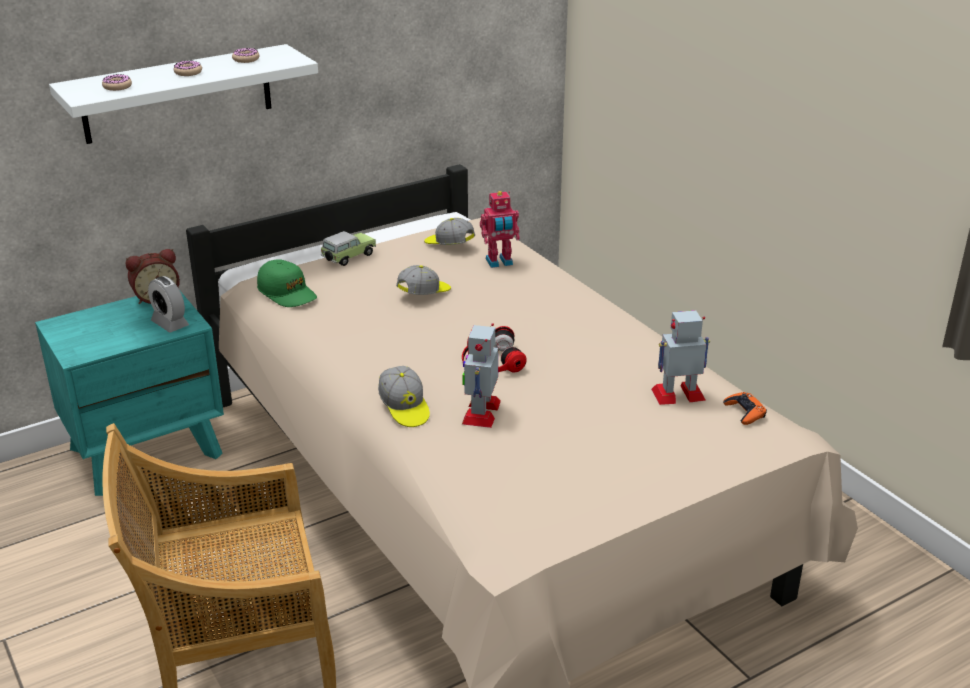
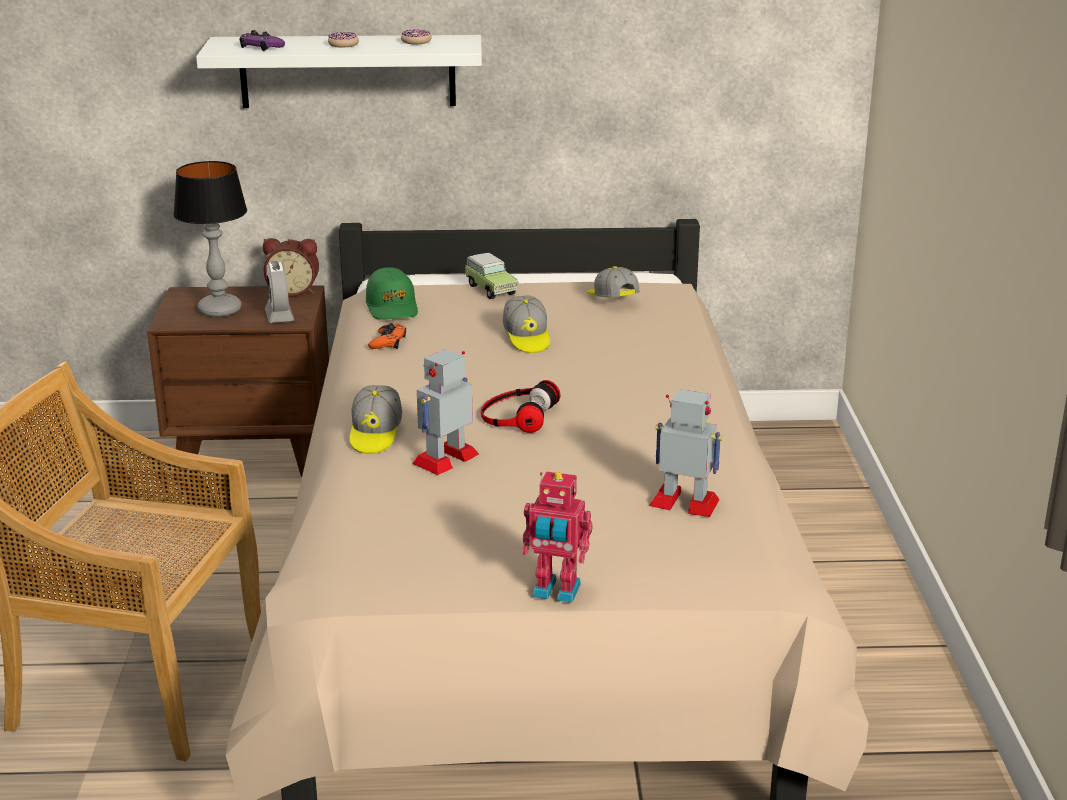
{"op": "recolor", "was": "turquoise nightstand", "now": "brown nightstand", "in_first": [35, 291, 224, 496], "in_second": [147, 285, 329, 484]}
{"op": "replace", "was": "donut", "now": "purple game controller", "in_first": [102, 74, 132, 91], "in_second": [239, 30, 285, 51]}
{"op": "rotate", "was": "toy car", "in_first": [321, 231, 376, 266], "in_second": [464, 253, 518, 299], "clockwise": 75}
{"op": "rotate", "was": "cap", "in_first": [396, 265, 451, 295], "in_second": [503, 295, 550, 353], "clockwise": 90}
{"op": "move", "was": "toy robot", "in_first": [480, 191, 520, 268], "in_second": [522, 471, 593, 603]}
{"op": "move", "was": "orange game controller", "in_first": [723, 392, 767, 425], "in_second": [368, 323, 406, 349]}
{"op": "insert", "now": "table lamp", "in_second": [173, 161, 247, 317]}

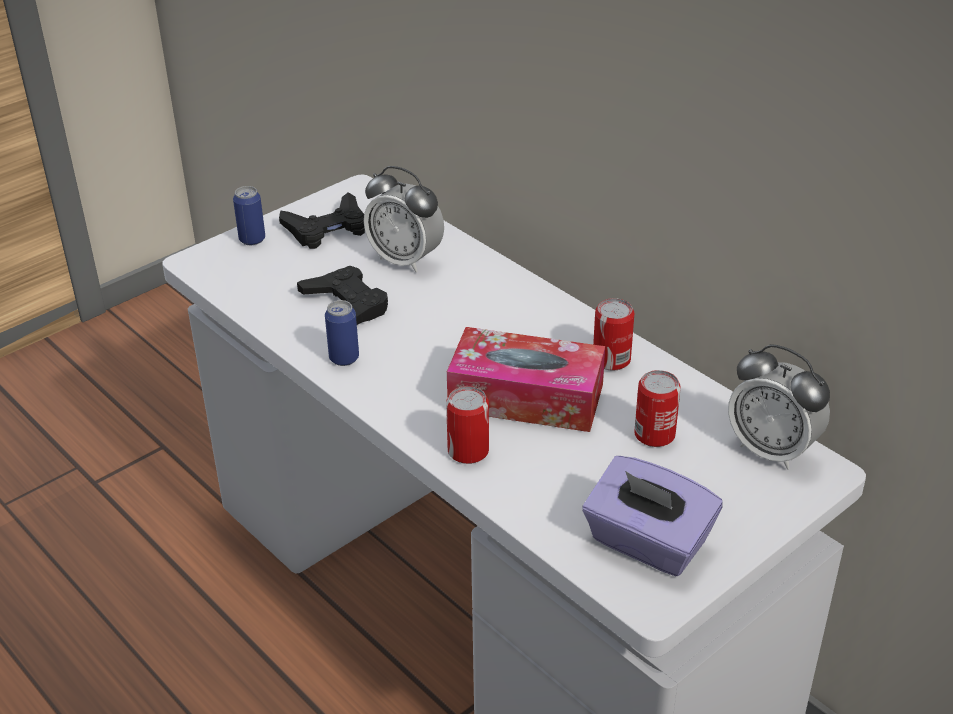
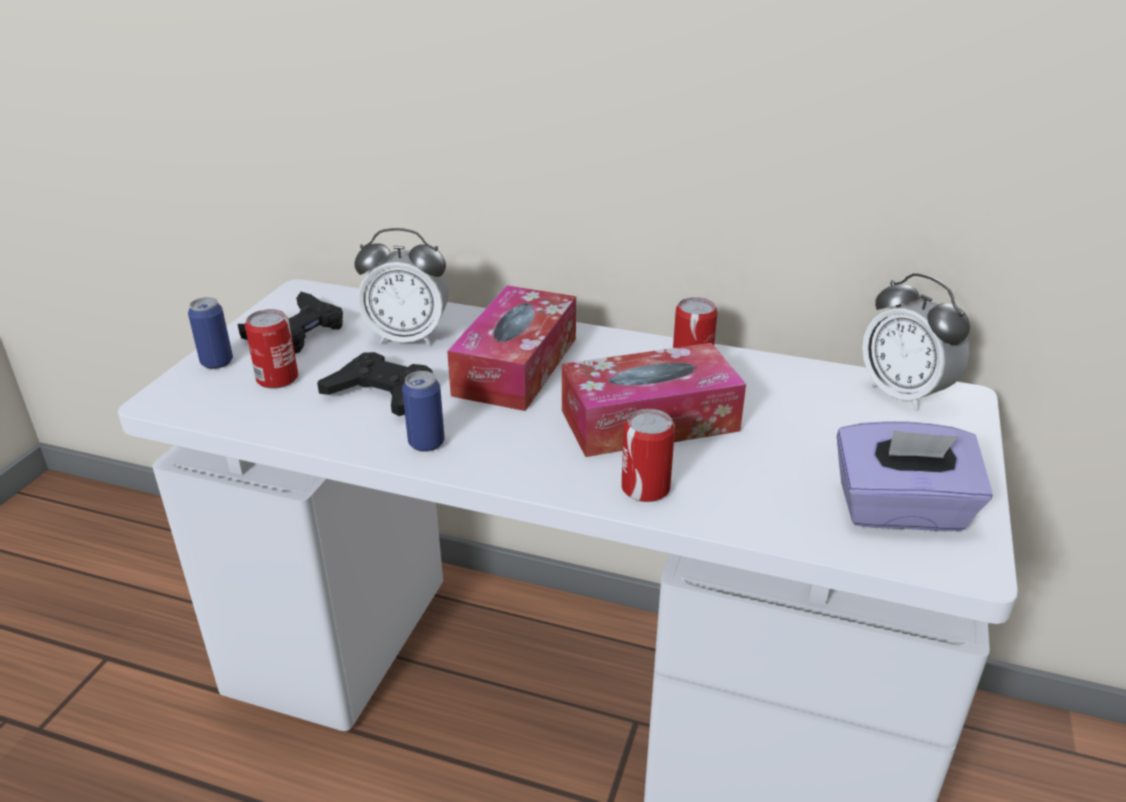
{"op": "move", "was": "can", "in_first": [634, 370, 681, 447], "in_second": [245, 309, 298, 389]}
{"op": "rotate", "was": "alarm clock", "in_first": [728, 344, 830, 470], "in_second": [862, 273, 970, 412], "clockwise": 45}
{"op": "insert", "now": "tissue box", "in_second": [447, 285, 576, 411]}

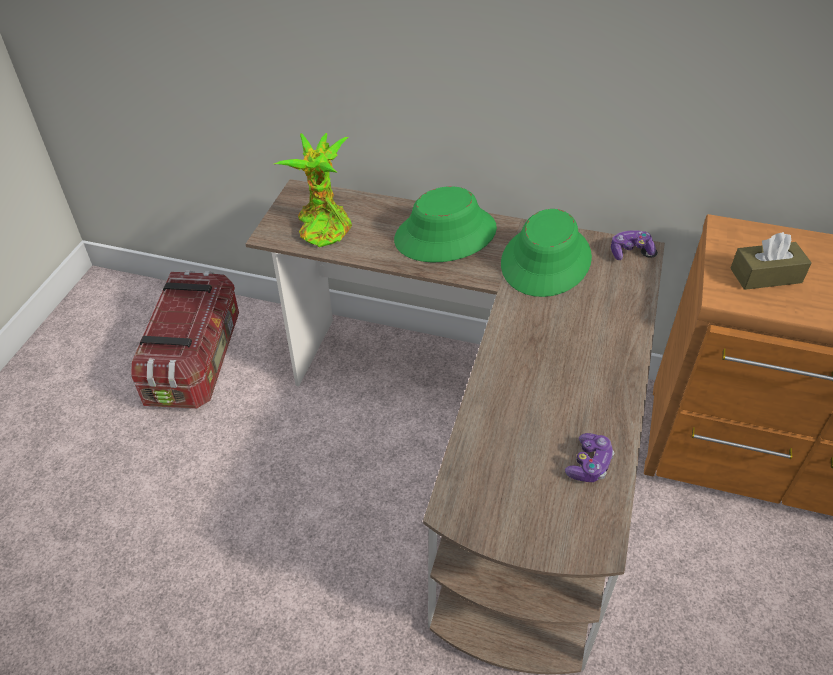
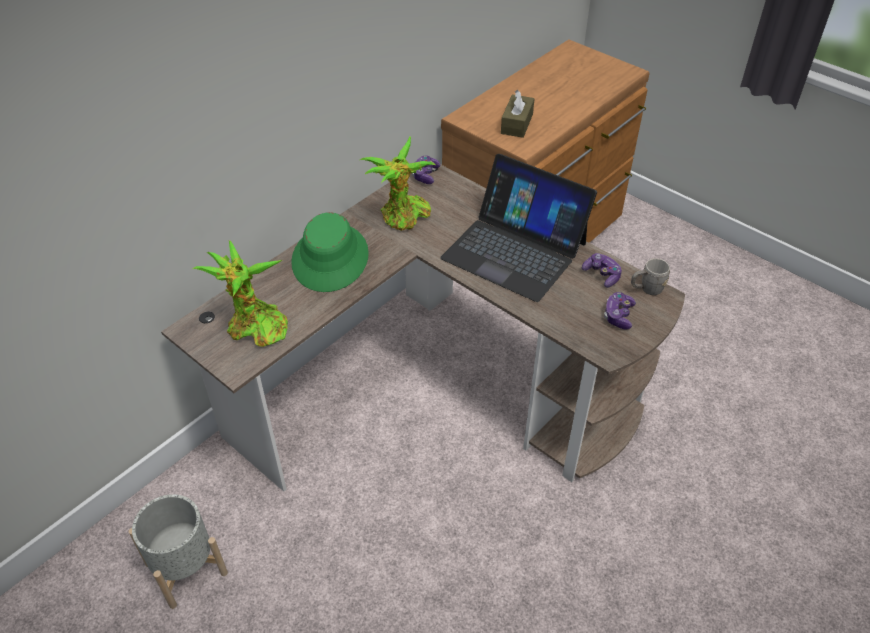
{"op": "replace", "was": "storage box", "now": "grey planter", "in_first": [131, 271, 239, 409], "in_second": [129, 494, 228, 609]}
{"op": "replace", "was": "green hat", "now": "potted plant", "in_first": [501, 209, 592, 297], "in_second": [360, 136, 435, 231]}
{"op": "insert", "now": "laptop", "in_second": [440, 154, 597, 302]}
{"op": "insert", "now": "game controller", "in_second": [604, 292, 636, 330]}
{"op": "insert", "now": "grey mug", "in_second": [631, 258, 670, 295]}

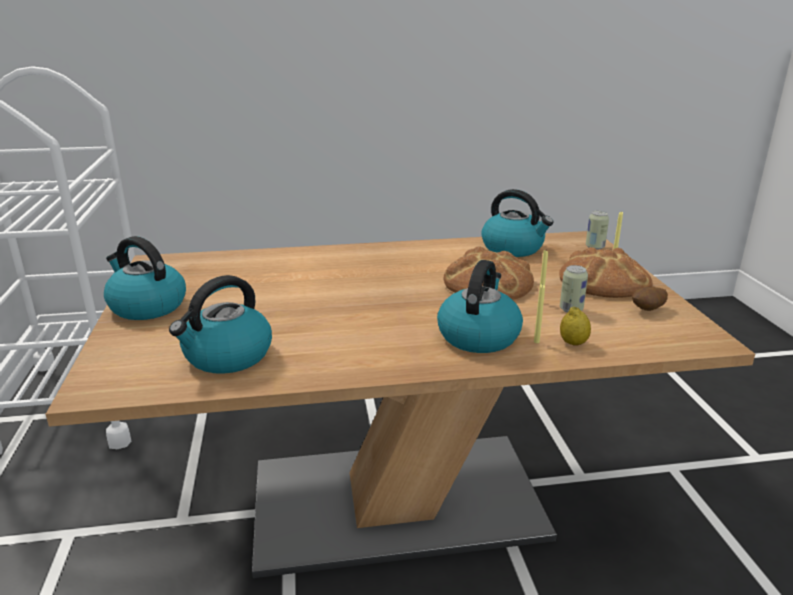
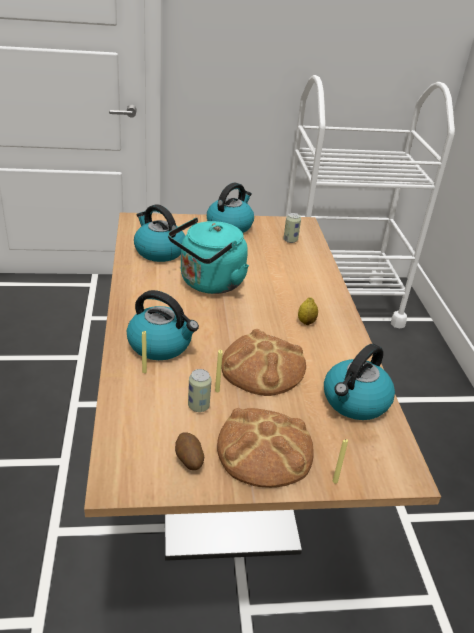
{"op": "move", "was": "lemon", "in_first": [560, 307, 591, 346], "in_second": [298, 297, 318, 325]}
{"op": "move", "was": "can", "in_first": [586, 211, 609, 250], "in_second": [283, 213, 301, 243]}
{"op": "insert", "now": "turquoise kettle", "in_second": [168, 218, 249, 294]}

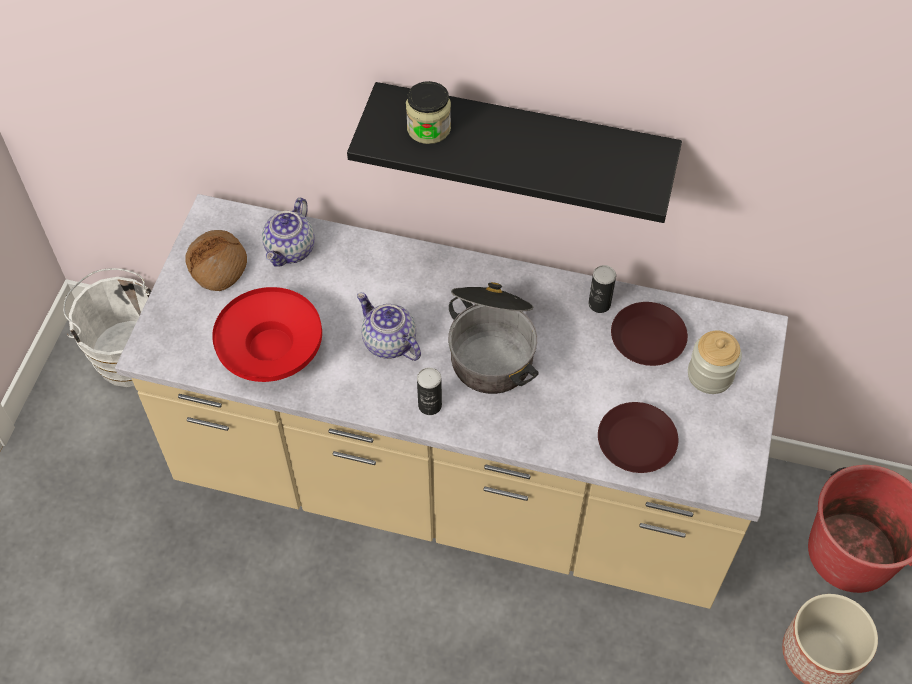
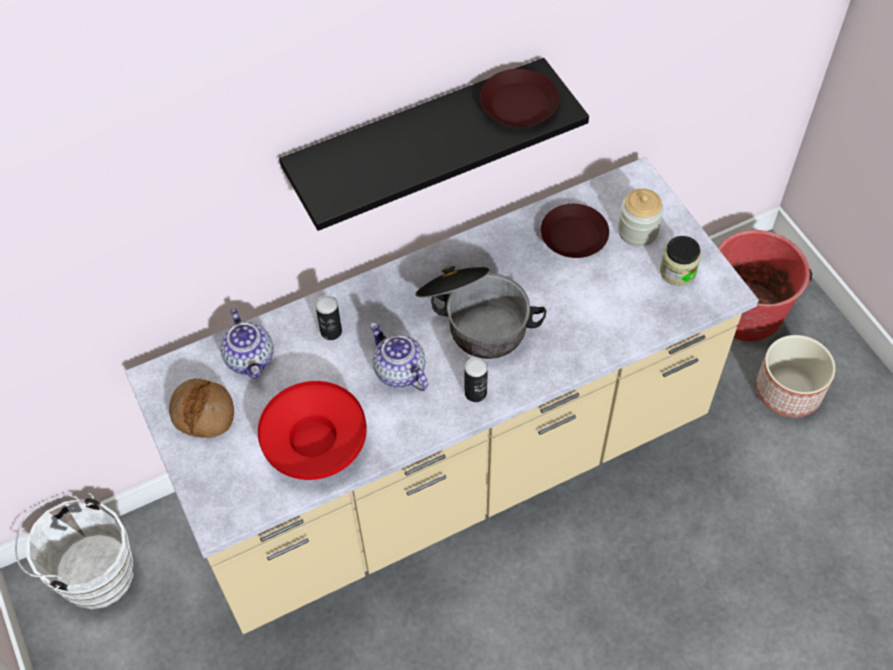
{"op": "rotate", "was": "teapot", "in_first": [357, 292, 421, 361], "in_second": [370, 323, 428, 391], "clockwise": 45}
{"op": "move", "was": "jar", "in_first": [406, 81, 451, 144], "in_second": [660, 236, 701, 286]}
{"op": "move", "was": "can", "in_first": [589, 265, 616, 313], "in_second": [315, 295, 342, 340]}
{"op": "move", "was": "brown plate", "in_first": [598, 402, 678, 473], "in_second": [480, 69, 559, 127]}

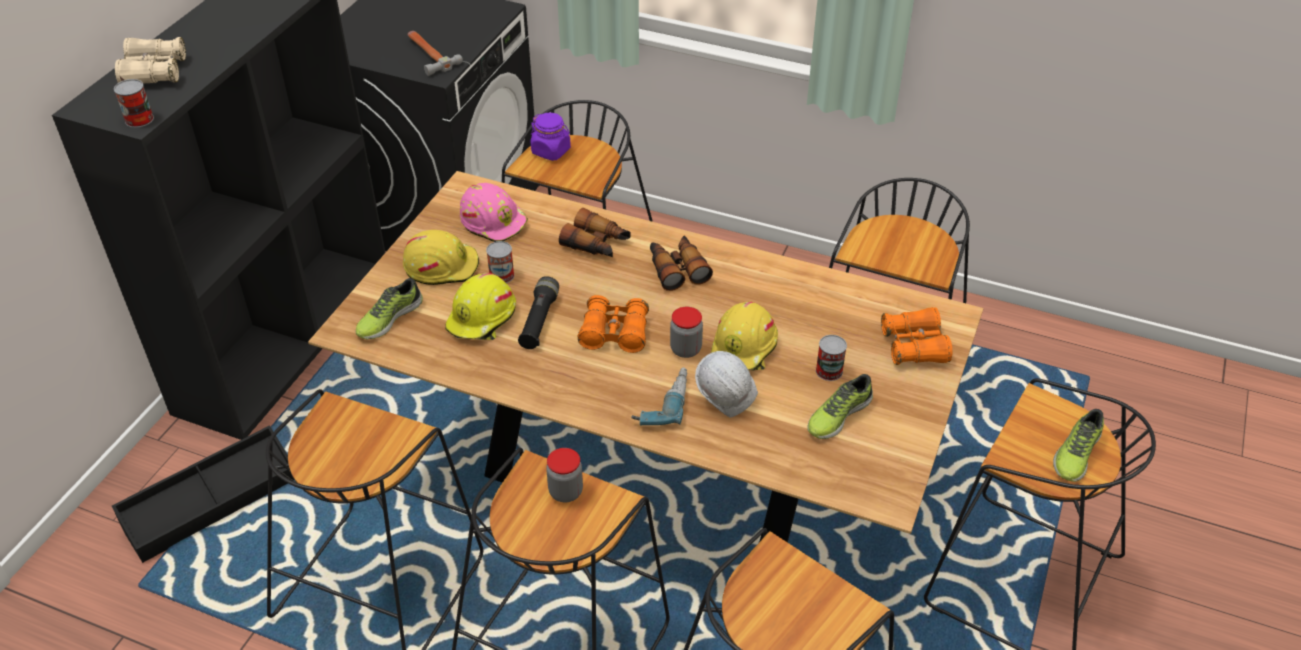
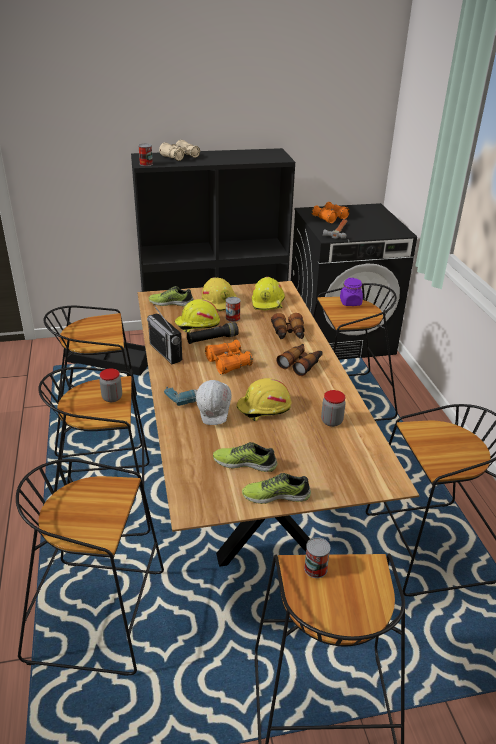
{"op": "recolor", "was": "pink hard hat", "now": "yellow hard hat", "in_first": [460, 183, 528, 242], "in_second": [252, 277, 285, 311]}
{"op": "move", "was": "jar", "in_first": [670, 307, 703, 358], "in_second": [321, 390, 346, 427]}
{"op": "move", "was": "can", "in_first": [816, 335, 847, 381], "in_second": [304, 537, 331, 578]}
{"op": "move", "was": "orange binoculars", "in_first": [881, 307, 952, 365], "in_second": [312, 202, 349, 224]}
{"op": "move", "was": "shoe", "in_first": [1053, 409, 1104, 482], "in_second": [242, 473, 311, 504]}
{"op": "insert", "now": "radio", "in_second": [147, 304, 182, 364]}

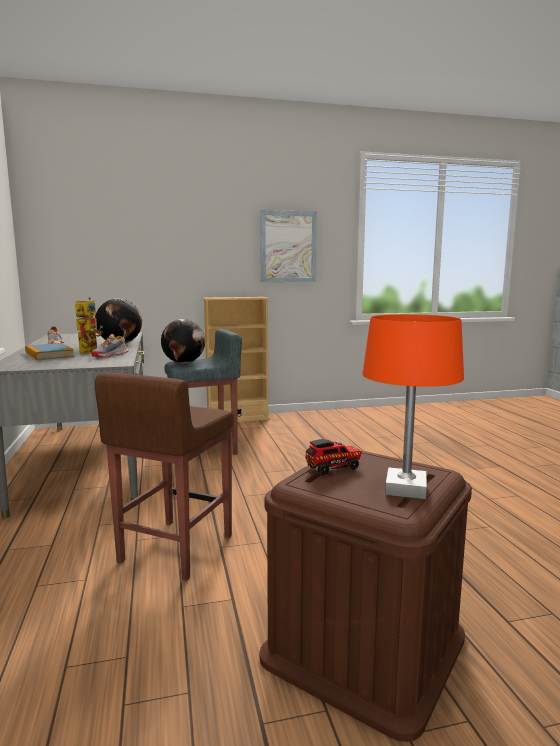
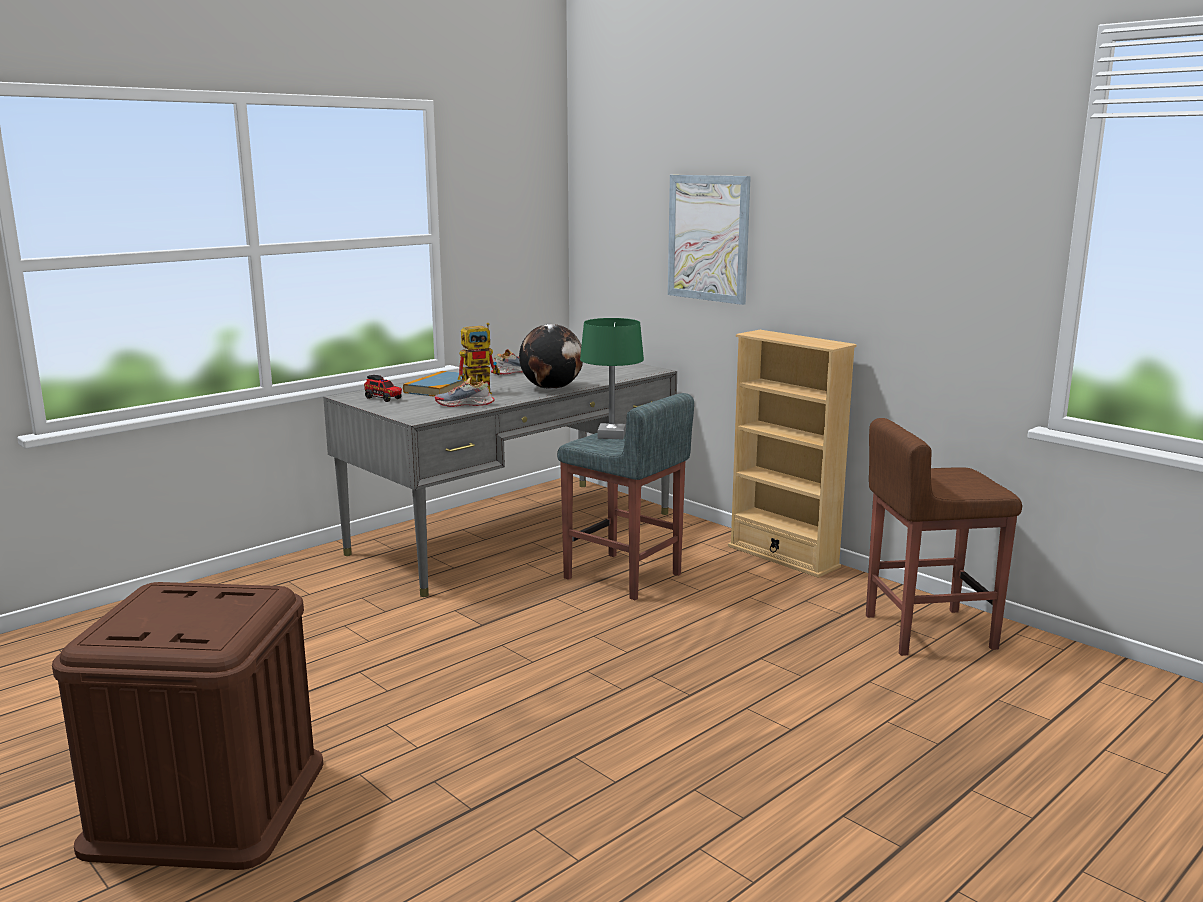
{"op": "move", "was": "brown stool", "in_first": [94, 373, 234, 581], "in_second": [866, 418, 1022, 656]}
{"op": "replace", "was": "globe", "now": "green table lamp", "in_first": [161, 319, 205, 363], "in_second": [580, 318, 644, 439]}
{"op": "move", "was": "picture", "in_first": [260, 210, 317, 282], "in_second": [668, 175, 751, 305]}
{"op": "move", "was": "toy truck", "in_first": [305, 439, 362, 475], "in_second": [364, 375, 402, 402]}
{"op": "delete", "was": "orange table lamp", "in_first": [362, 314, 464, 500]}

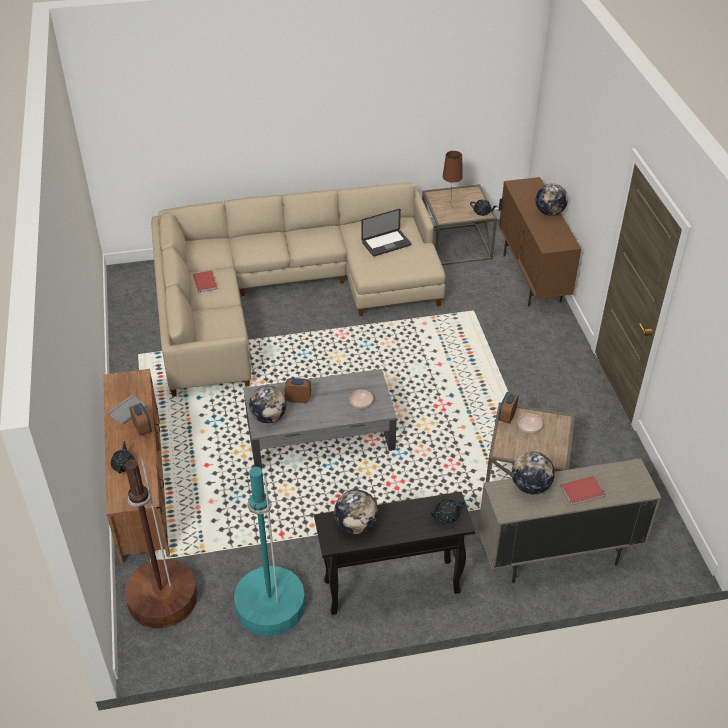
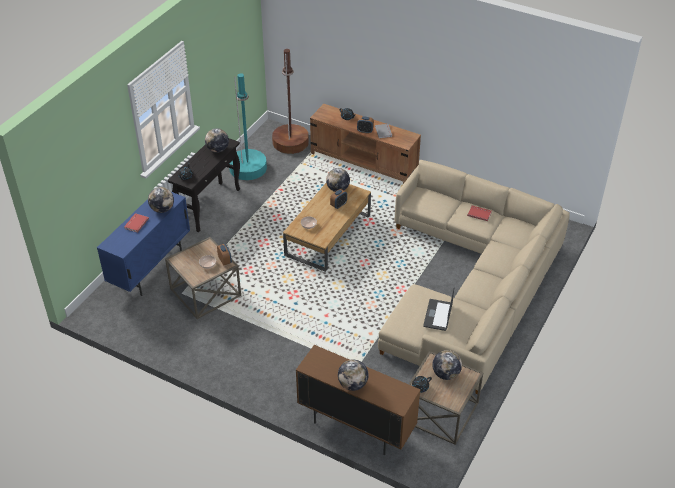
{"op": "recolor", "was": "grey coffee table", "now": "brown coffee table", "in_first": [244, 369, 397, 469], "in_second": [283, 183, 371, 272]}
{"op": "replace", "was": "brown table lamp", "now": "globe", "in_first": [443, 151, 462, 208], "in_second": [432, 350, 462, 380]}
{"op": "recolor", "was": "beige cabinet", "now": "blue cabinet", "in_first": [478, 458, 661, 583], "in_second": [97, 192, 190, 296]}

